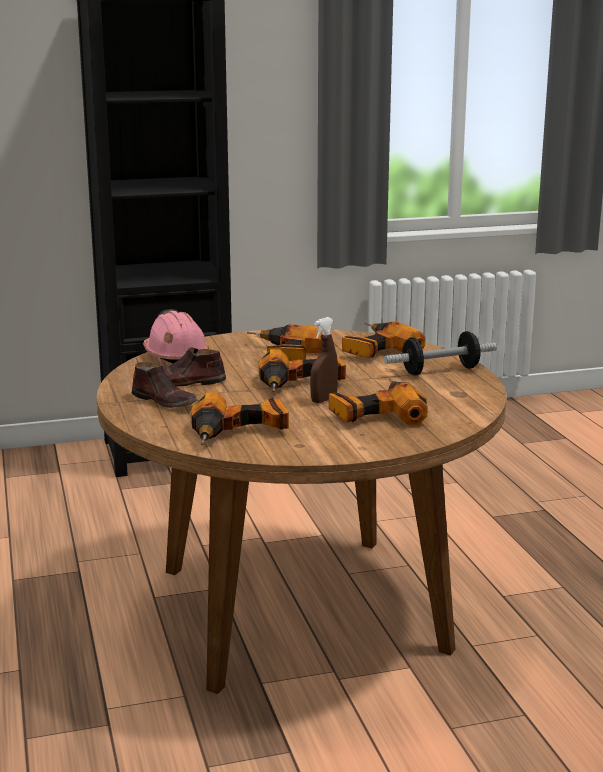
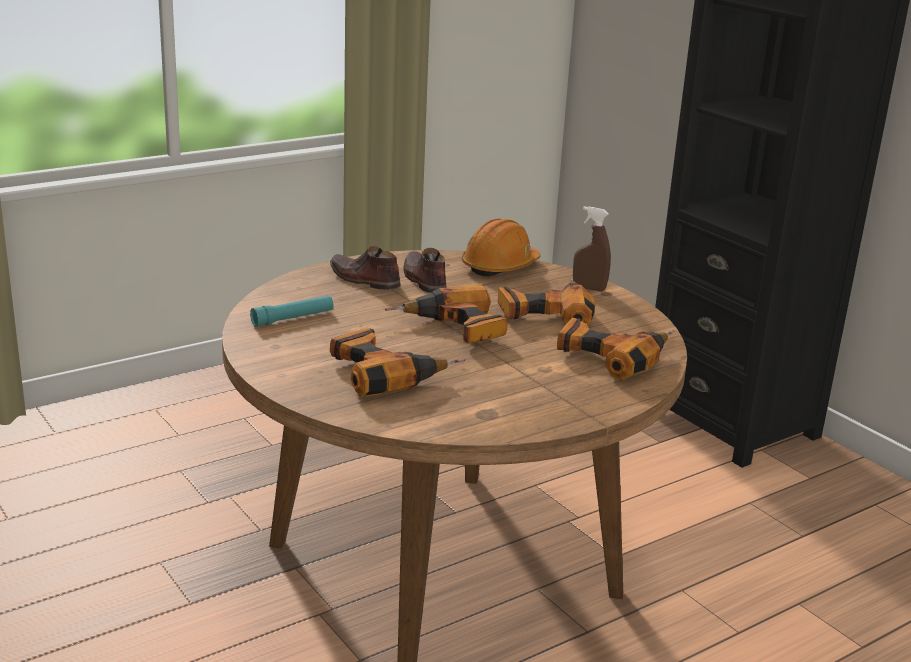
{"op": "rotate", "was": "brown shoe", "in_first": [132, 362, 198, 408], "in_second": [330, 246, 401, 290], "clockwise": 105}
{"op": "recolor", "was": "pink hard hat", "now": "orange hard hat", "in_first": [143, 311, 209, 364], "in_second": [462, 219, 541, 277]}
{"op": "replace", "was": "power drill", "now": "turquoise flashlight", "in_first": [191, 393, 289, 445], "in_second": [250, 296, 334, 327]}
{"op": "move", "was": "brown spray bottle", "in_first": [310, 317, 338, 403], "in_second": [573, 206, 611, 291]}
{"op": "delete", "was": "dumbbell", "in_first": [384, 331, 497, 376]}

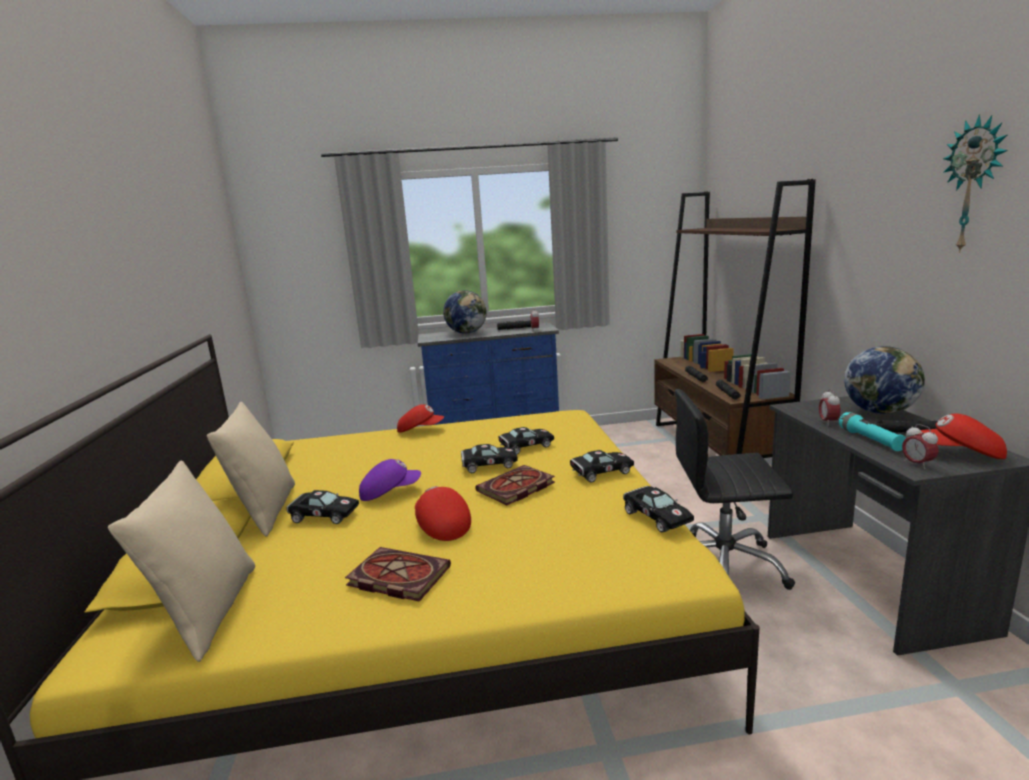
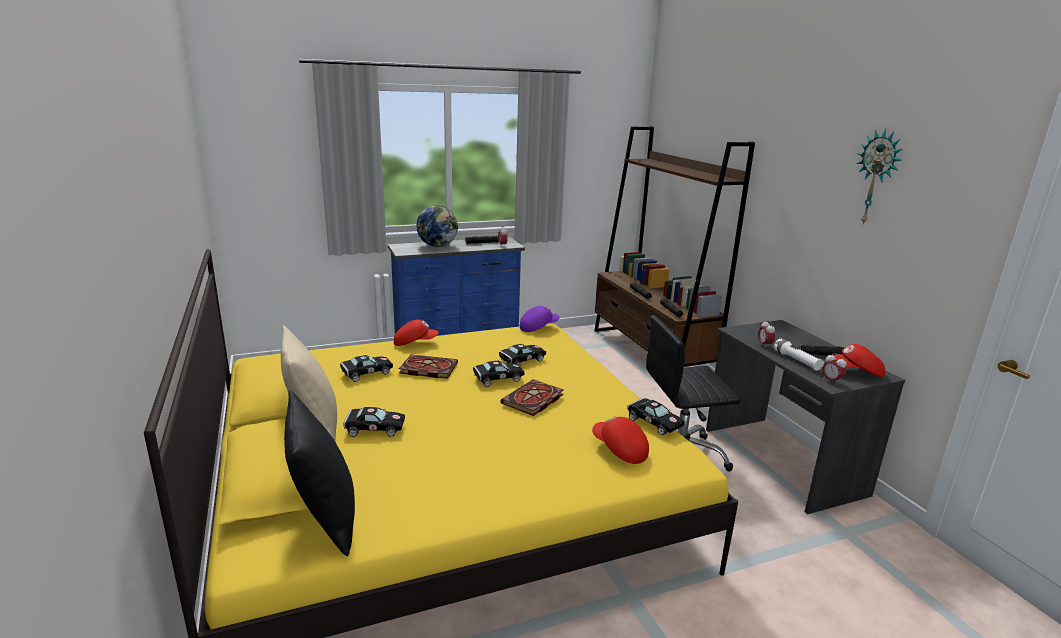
{"op": "recolor", "was": "beige pillow", "now": "black pillow", "in_first": [108, 461, 255, 662], "in_second": [284, 390, 355, 556]}
{"op": "move", "was": "book", "in_first": [345, 547, 451, 601], "in_second": [399, 354, 458, 379]}
{"op": "move", "was": "purple cap", "in_first": [359, 459, 421, 501], "in_second": [520, 306, 559, 332]}
{"op": "move", "was": "red cap", "in_first": [415, 486, 471, 541], "in_second": [592, 416, 649, 464]}
{"op": "move", "was": "black toy car", "in_first": [570, 450, 634, 483], "in_second": [340, 355, 393, 382]}
{"op": "recolor", "was": "turquoise flashlight", "now": "white flashlight", "in_first": [839, 412, 906, 451], "in_second": [774, 339, 824, 371]}
{"op": "delete", "was": "globe", "in_first": [844, 346, 925, 414]}

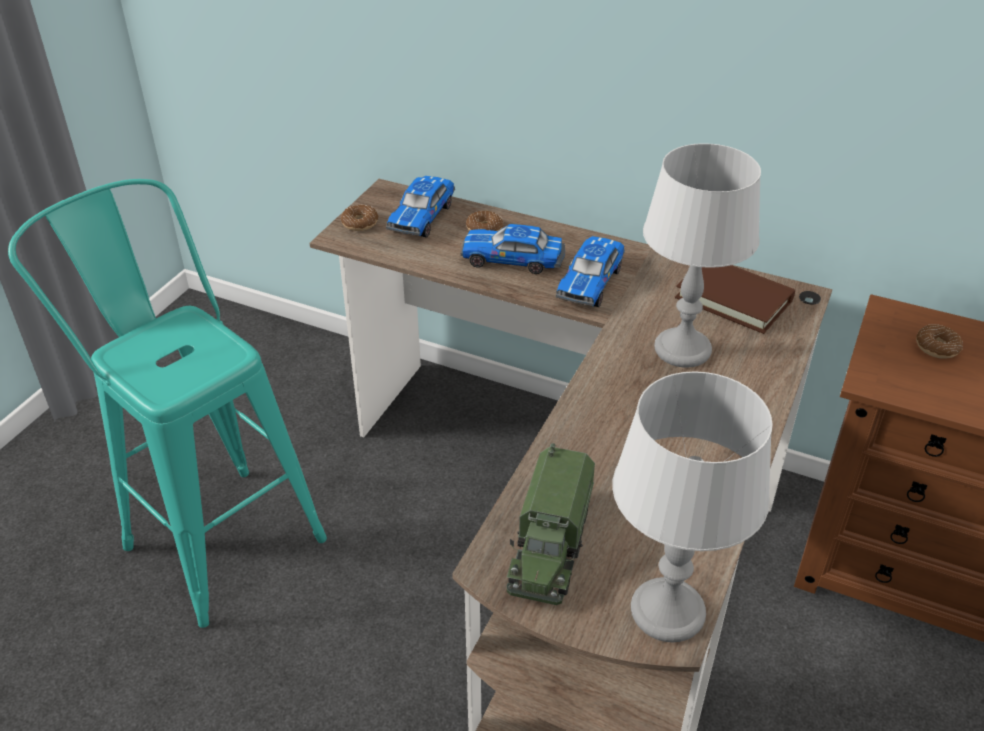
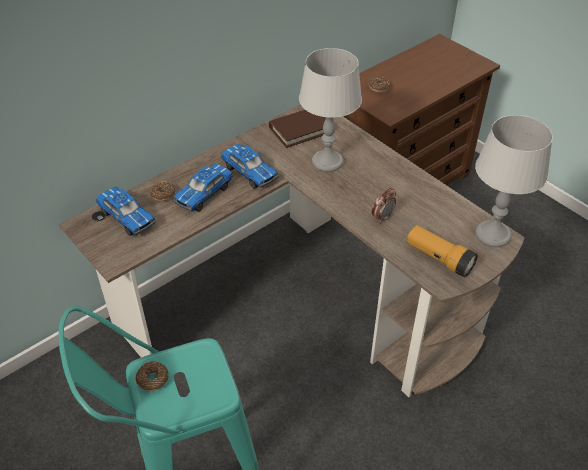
{"op": "move", "was": "donut", "in_first": [341, 205, 378, 231], "in_second": [136, 361, 168, 391]}
{"op": "replace", "was": "toy truck", "now": "flashlight", "in_first": [506, 443, 595, 605], "in_second": [407, 225, 478, 277]}
{"op": "insert", "now": "alarm clock", "in_second": [371, 188, 396, 223]}

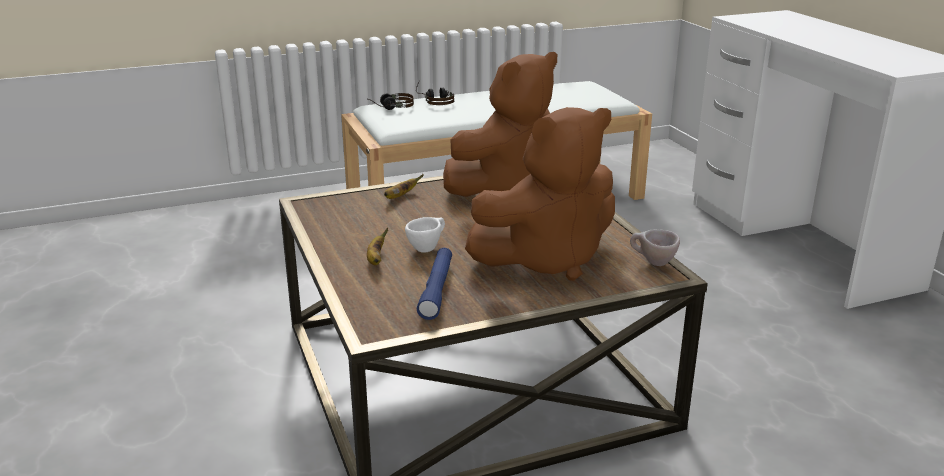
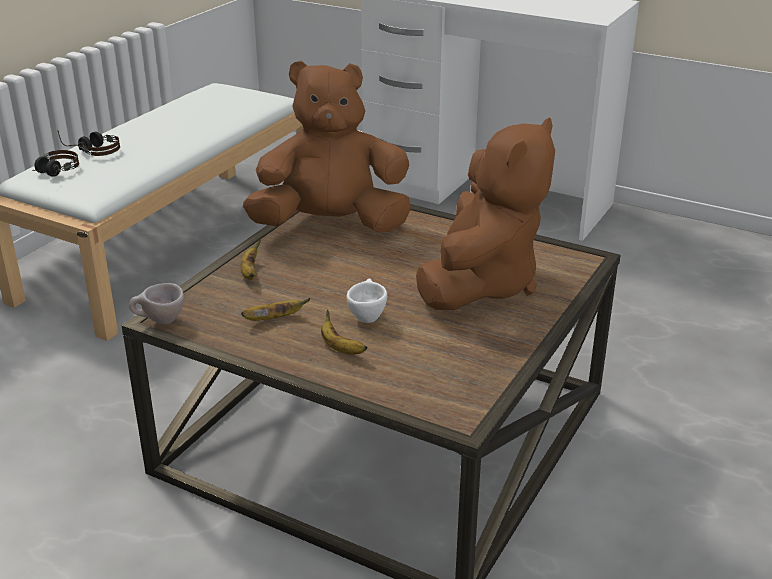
{"op": "delete", "was": "blue flashlight", "in_first": [417, 248, 452, 320]}
{"op": "rotate", "was": "brown plush toy", "in_first": [443, 52, 557, 197], "in_second": [243, 60, 411, 232], "clockwise": -105}
{"op": "move", "was": "beige cup", "in_first": [630, 229, 680, 266], "in_second": [129, 283, 184, 324]}
{"op": "insert", "now": "banana", "in_second": [241, 298, 310, 321]}

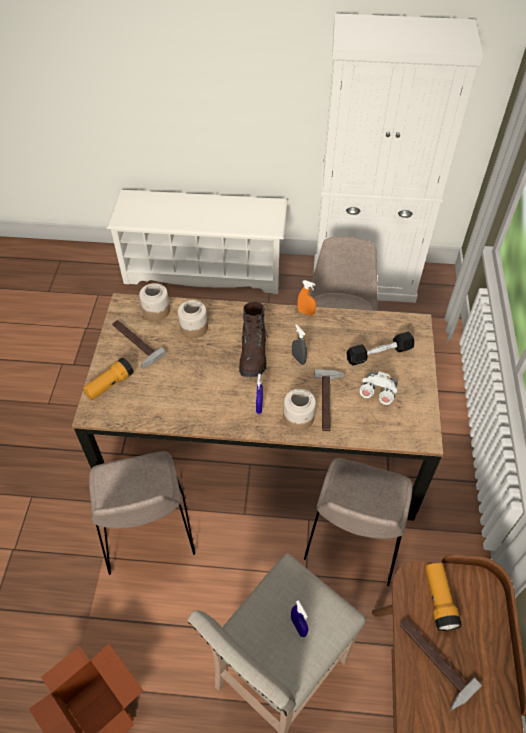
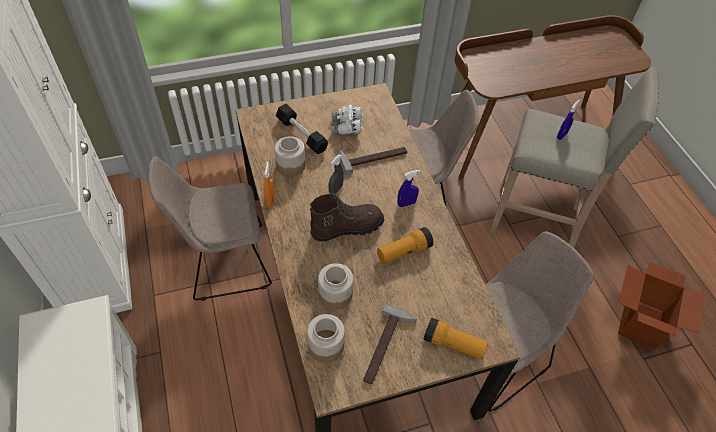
{"op": "move", "was": "jar", "in_first": [283, 389, 316, 431], "in_second": [274, 136, 305, 177]}
{"op": "delete", "was": "hammer", "in_first": [400, 618, 482, 711]}
{"op": "move", "was": "flashlight", "in_first": [425, 563, 462, 632], "in_second": [377, 227, 434, 264]}

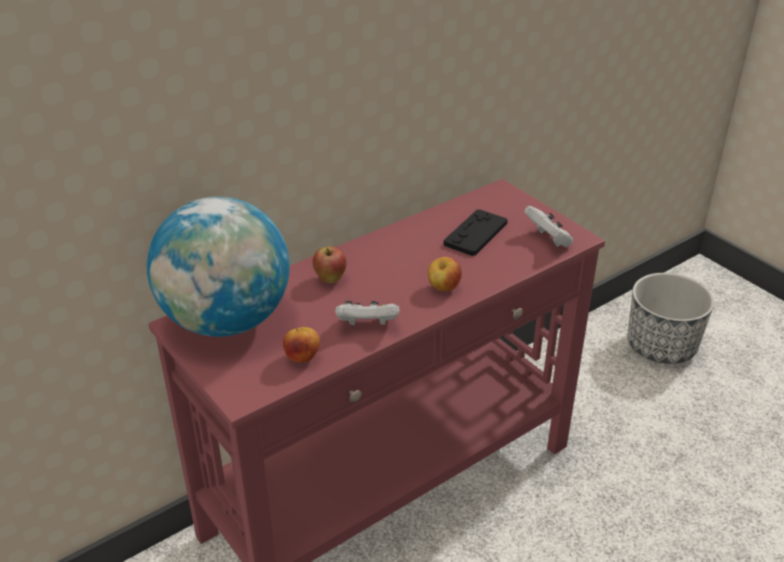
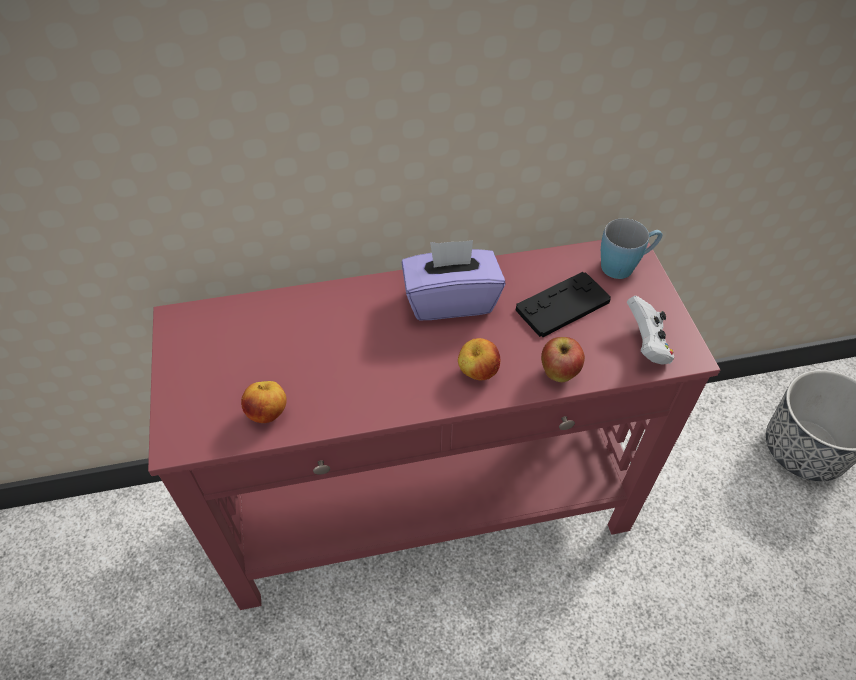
{"op": "delete", "was": "globe", "in_first": [147, 196, 290, 337]}
{"op": "move", "was": "apple", "in_first": [313, 246, 346, 283], "in_second": [541, 337, 585, 382]}
{"op": "delete", "was": "white game controller", "in_first": [335, 301, 400, 325]}
{"op": "insert", "now": "purple tissue box", "in_second": [402, 240, 505, 320]}
{"op": "insert", "now": "blue mug", "in_second": [601, 218, 662, 279]}

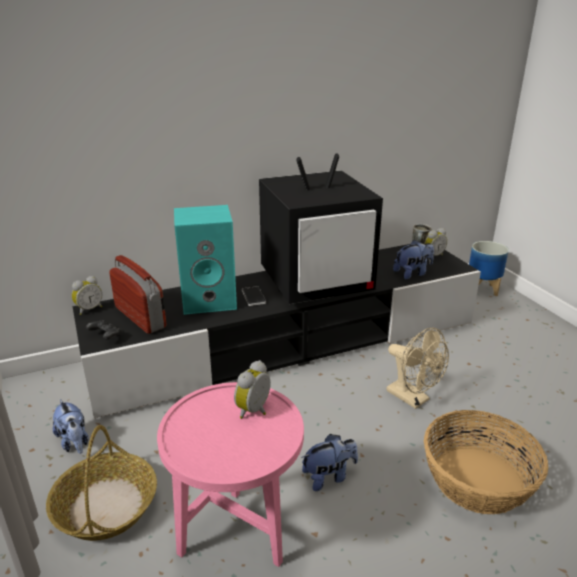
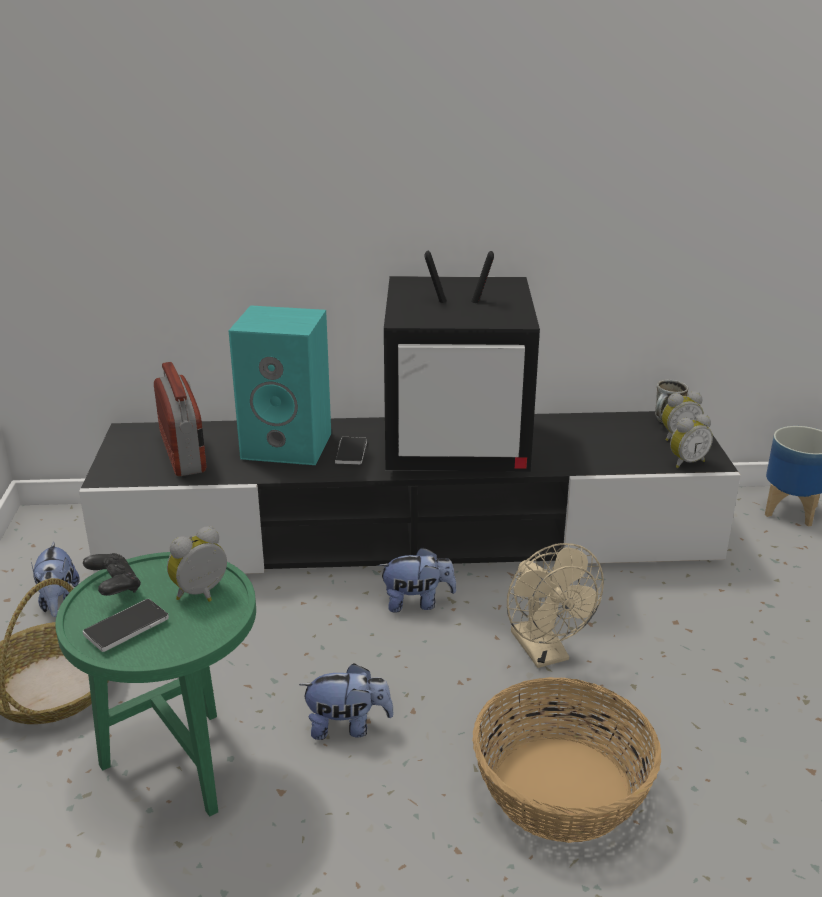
{"op": "move", "was": "alarm clock", "in_first": [72, 276, 102, 315], "in_second": [670, 414, 713, 468]}
{"op": "move", "was": "black game controller", "in_first": [86, 320, 122, 340], "in_second": [83, 553, 141, 596]}
{"op": "recolor", "was": "pink side table", "now": "green side table", "in_first": [157, 382, 304, 567], "in_second": [55, 552, 256, 817]}
{"op": "move", "was": "plush toy", "in_first": [393, 240, 434, 279], "in_second": [378, 547, 457, 613]}
{"op": "insert", "now": "phone", "in_second": [83, 599, 169, 652]}

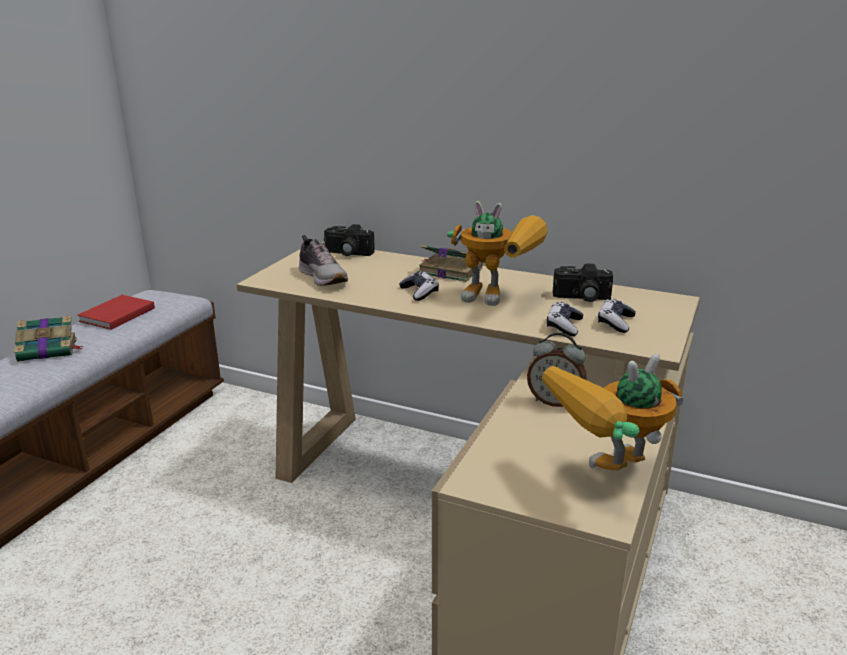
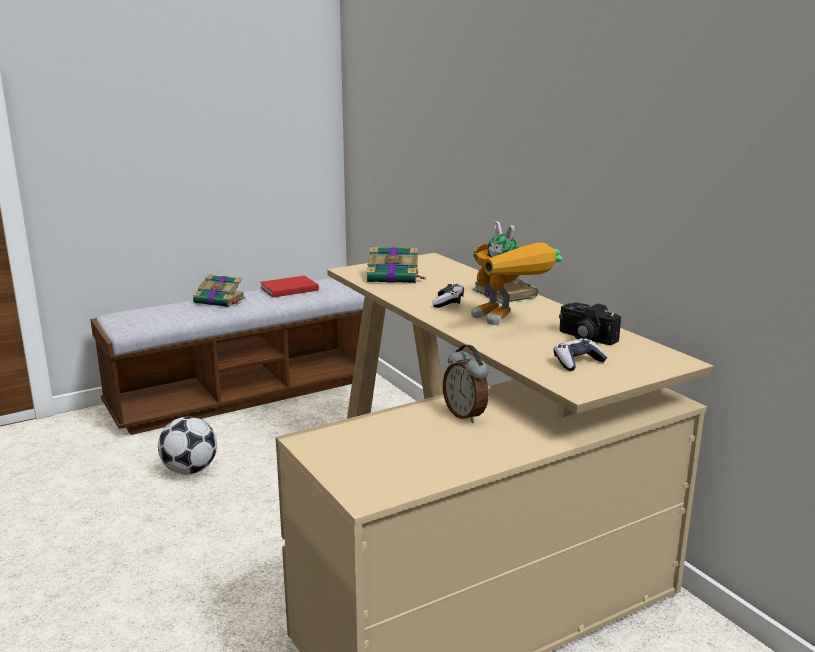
{"op": "replace", "was": "shoe", "now": "book", "in_first": [299, 235, 348, 286], "in_second": [367, 247, 426, 283]}
{"op": "delete", "was": "photo camera", "in_first": [324, 224, 375, 256]}
{"op": "delete", "was": "toy robot", "in_first": [542, 353, 683, 471]}
{"op": "delete", "was": "game controller", "in_first": [547, 302, 583, 336]}
{"op": "insert", "now": "football", "in_second": [158, 416, 217, 474]}

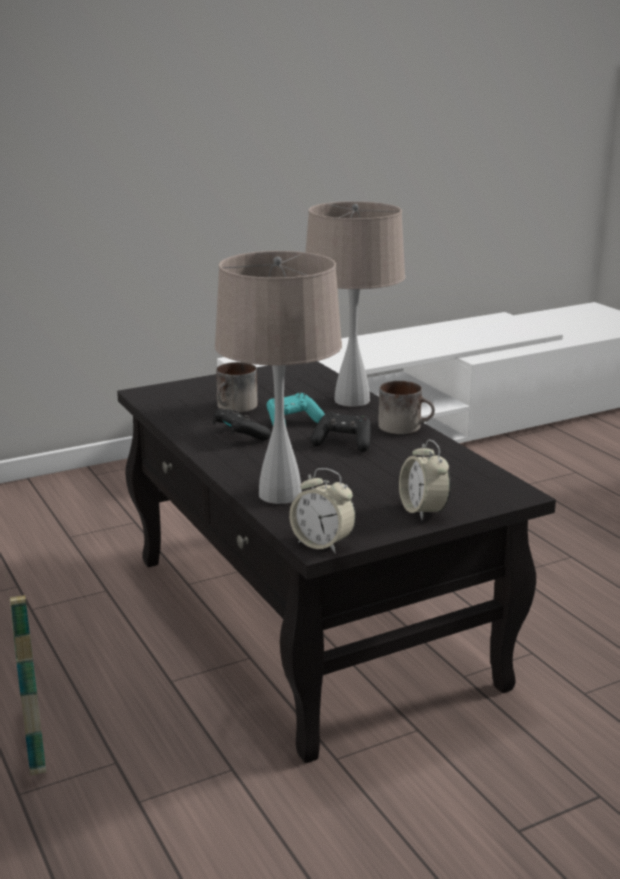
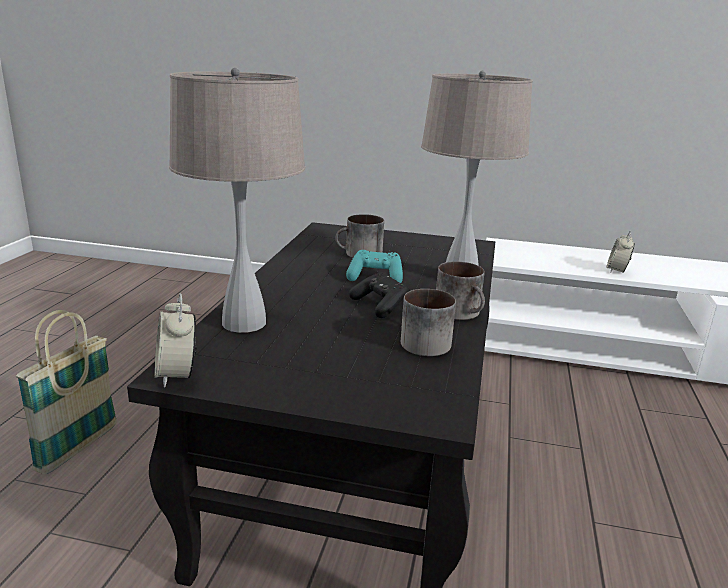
{"op": "delete", "was": "black game controller", "in_first": [213, 409, 271, 441]}
{"op": "move", "was": "alarm clock", "in_first": [399, 440, 451, 521], "in_second": [607, 231, 635, 273]}
{"op": "insert", "now": "mug", "in_second": [401, 289, 456, 356]}

